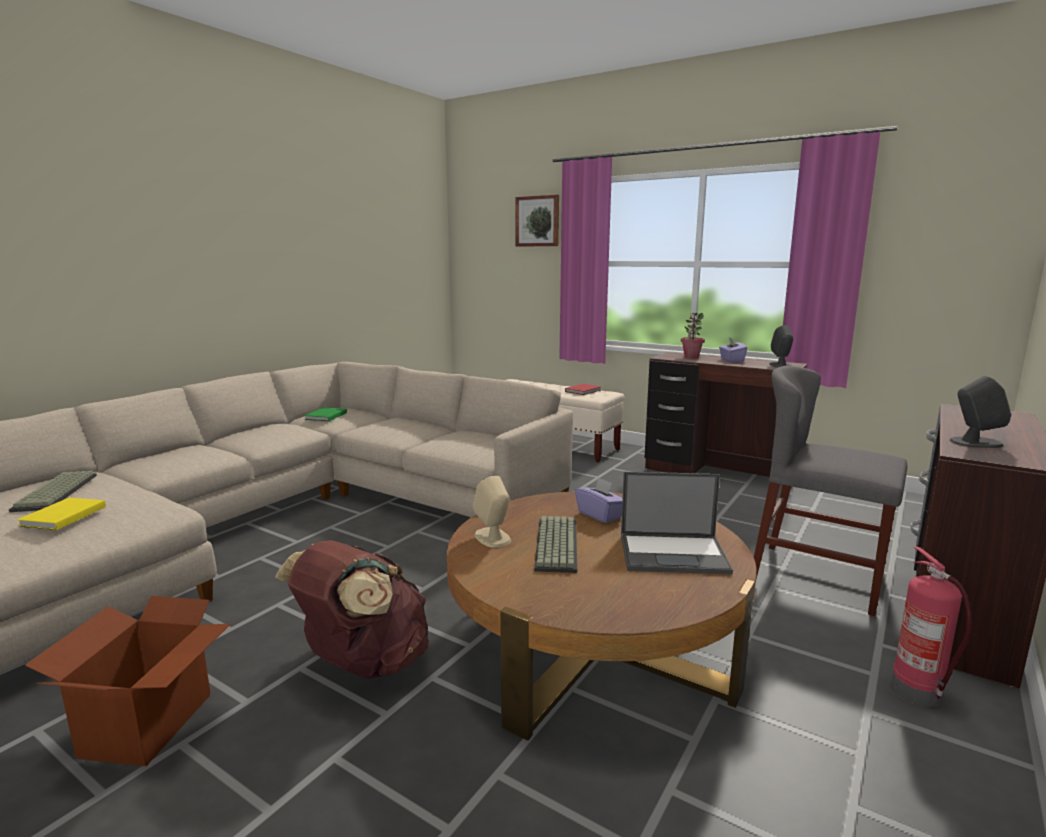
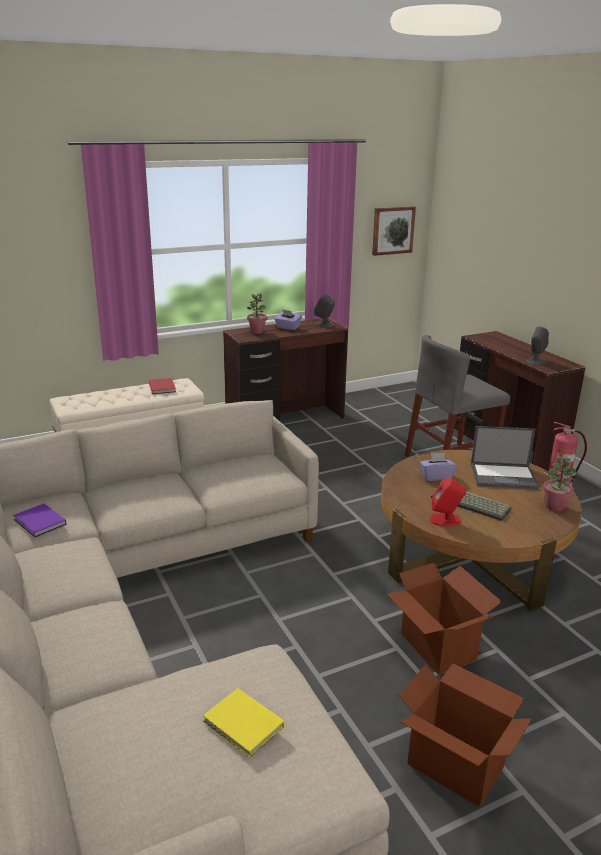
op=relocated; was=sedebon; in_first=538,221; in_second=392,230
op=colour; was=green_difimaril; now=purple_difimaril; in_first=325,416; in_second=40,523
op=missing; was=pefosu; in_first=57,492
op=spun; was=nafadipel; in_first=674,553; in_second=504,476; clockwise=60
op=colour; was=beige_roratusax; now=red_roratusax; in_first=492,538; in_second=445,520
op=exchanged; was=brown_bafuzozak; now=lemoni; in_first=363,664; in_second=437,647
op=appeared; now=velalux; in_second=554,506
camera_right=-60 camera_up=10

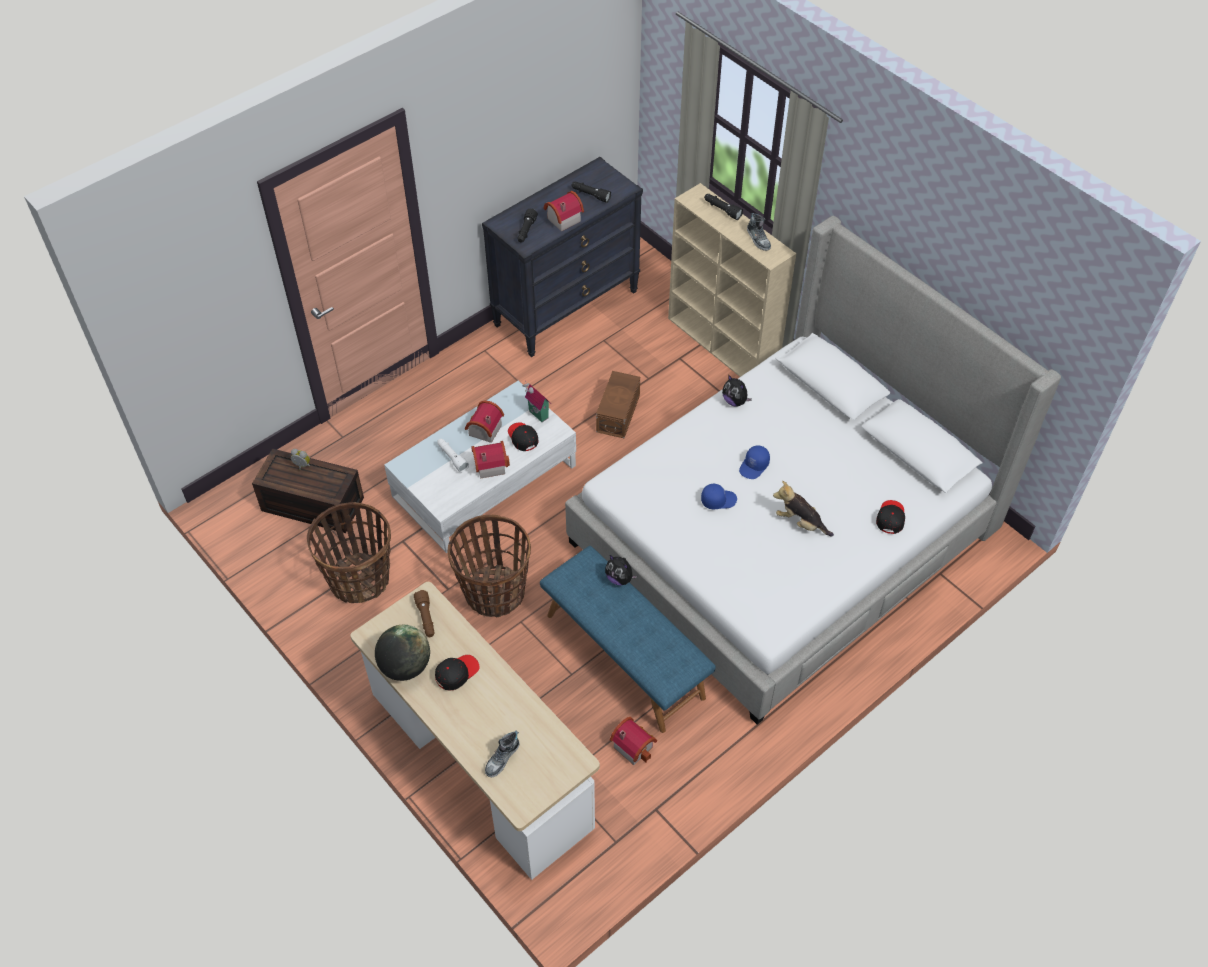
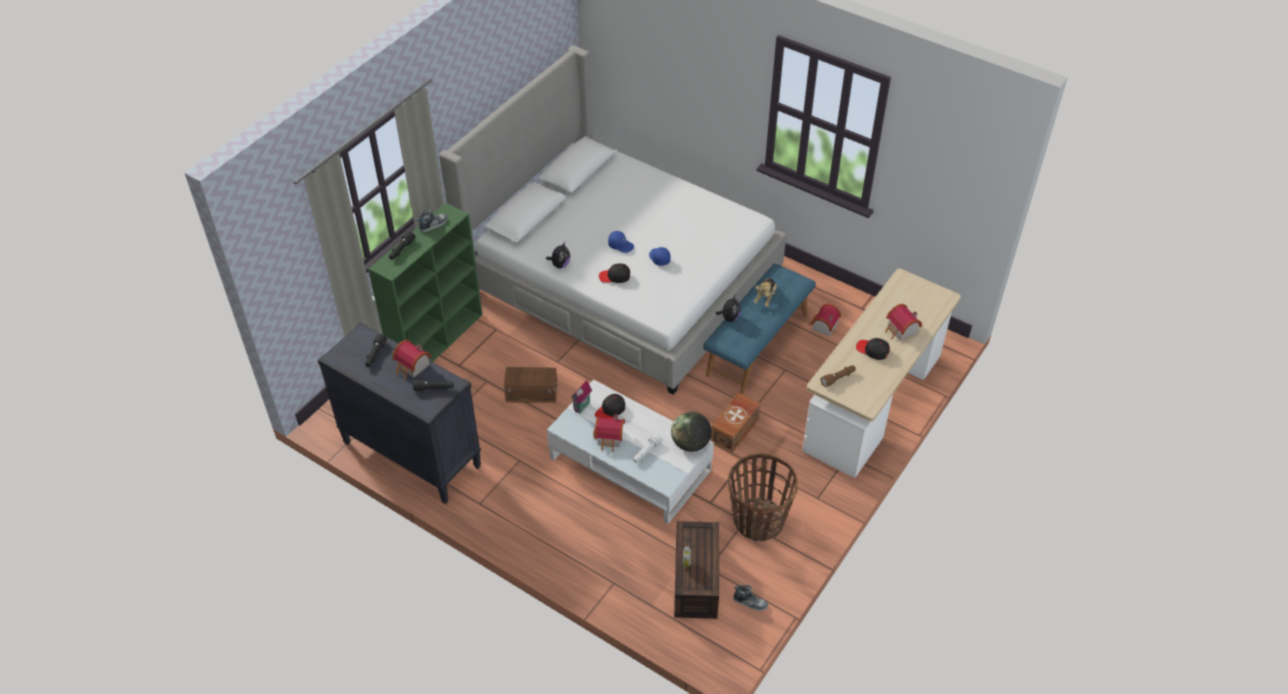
op=colour; was=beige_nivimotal; now=green_nivimotal; in_first=723,345; in_second=438,340
op=relocated; was=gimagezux; in_first=489,465; in_second=901,331
op=relocated; was=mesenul; in_first=800,522; in_second=765,297
op=relocated; was=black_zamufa; in_first=890,518; in_second=615,277
op=exchanged; was=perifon; now=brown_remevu; in_first=494,592; in_second=735,430
op=relocated; was=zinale; in_first=405,666; in_second=690,444
op=relocated; was=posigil; in_first=502,758; in_second=750,602
camera_right=-105 camera_up=-5

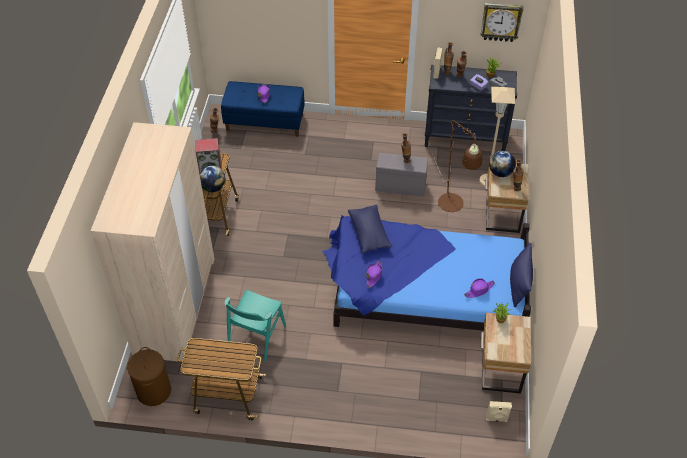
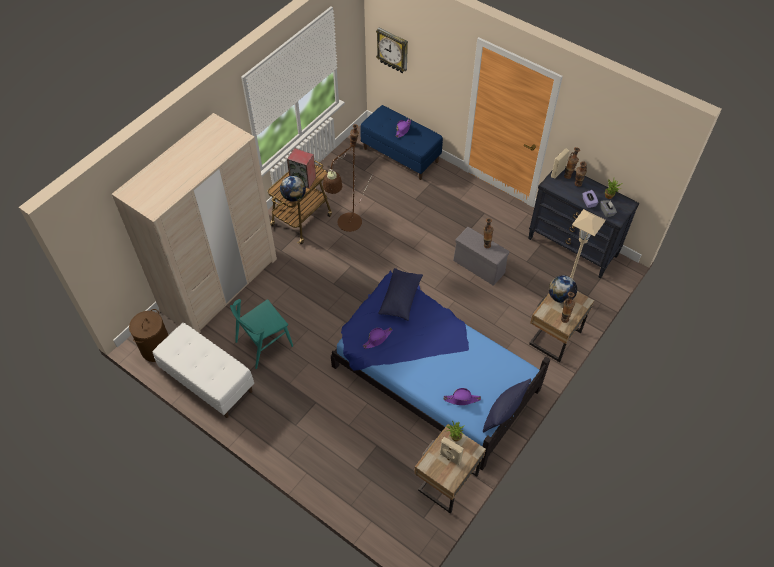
op=relocated; was=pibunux; in_first=501,21; in_second=393,50
op=relocated; was=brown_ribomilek; in_first=452,207; in_second=347,227
op=exchanged; was=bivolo; now=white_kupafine; in_first=227,395; in_second=207,381
op=relocated; was=beige_roratusax; in_first=496,419; in_second=449,458
camera_right=30 camera_up=5

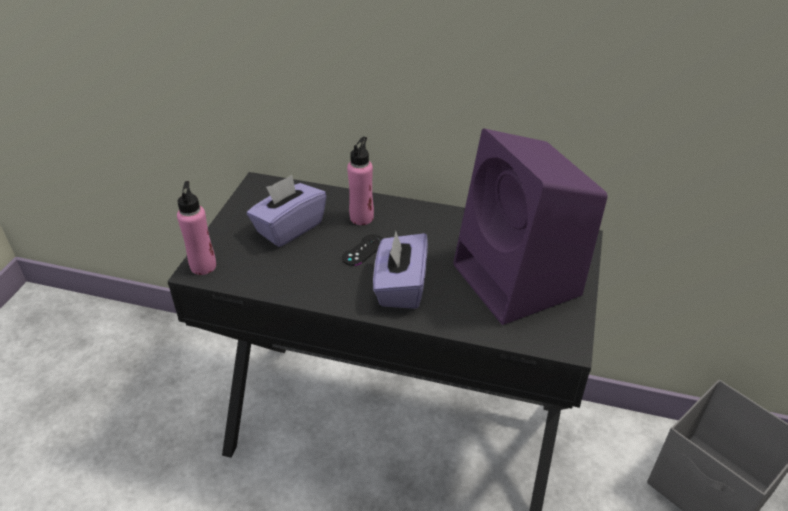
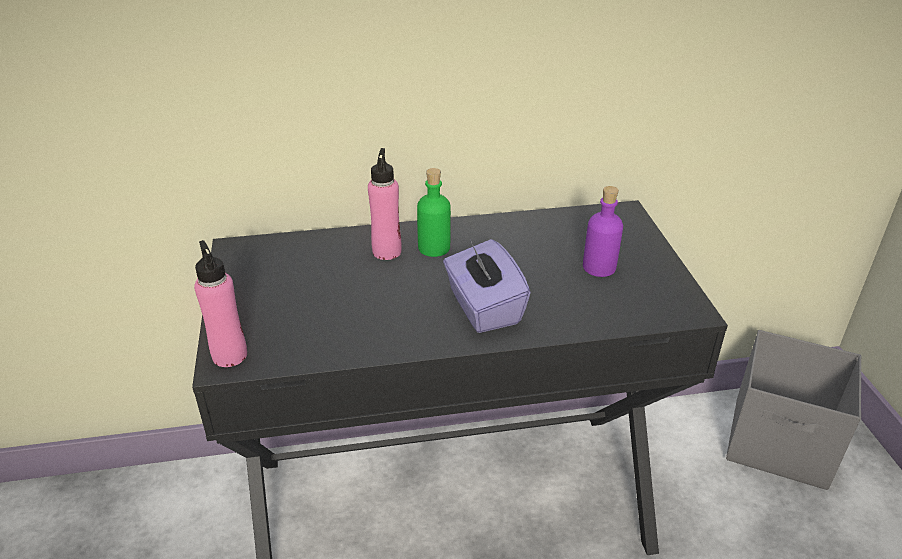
op=exchanged; was=purple_roratusax; now=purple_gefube; in_first=519,281; in_second=599,267
op=missing; was=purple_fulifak; in_first=289,228
op=missing; was=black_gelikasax; in_first=363,250
op=appeared; now=green_gefube; in_second=434,247
camera_right=-25 camera_up=-5

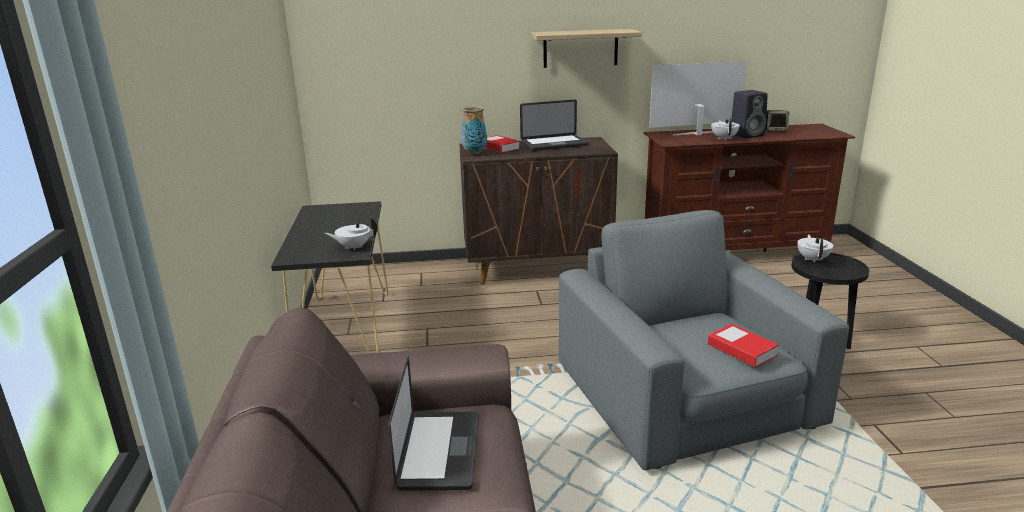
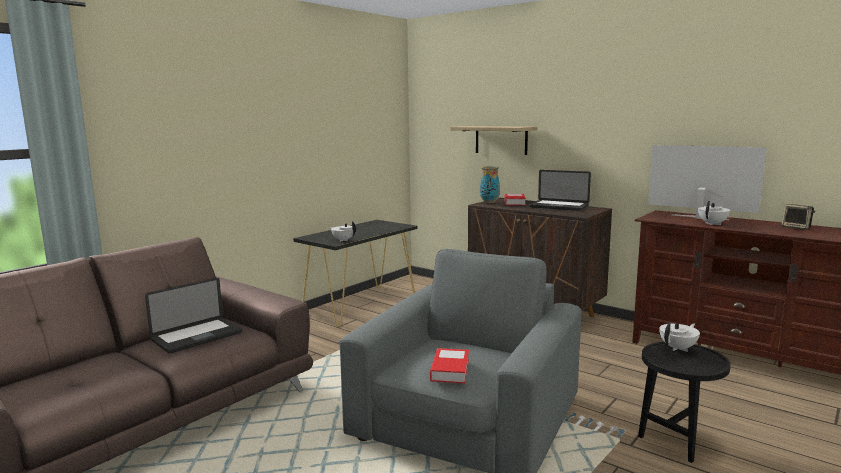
op=relocated; was=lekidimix; in_first=580,48; in_second=501,140
op=missing; was=black_roratusax; in_first=747,135
camera_right=45 camera_up=-10

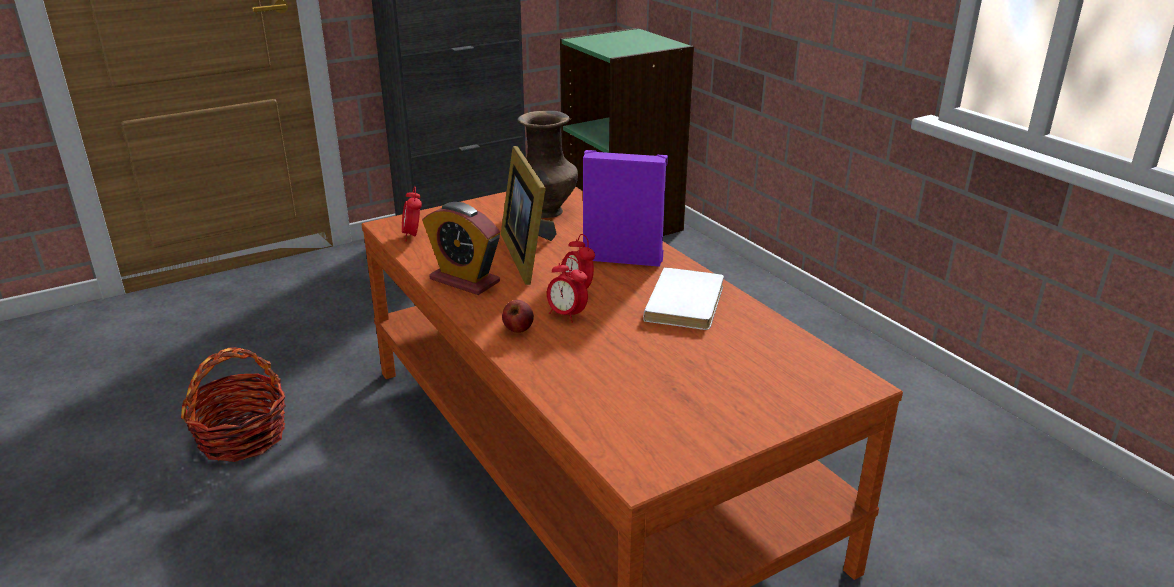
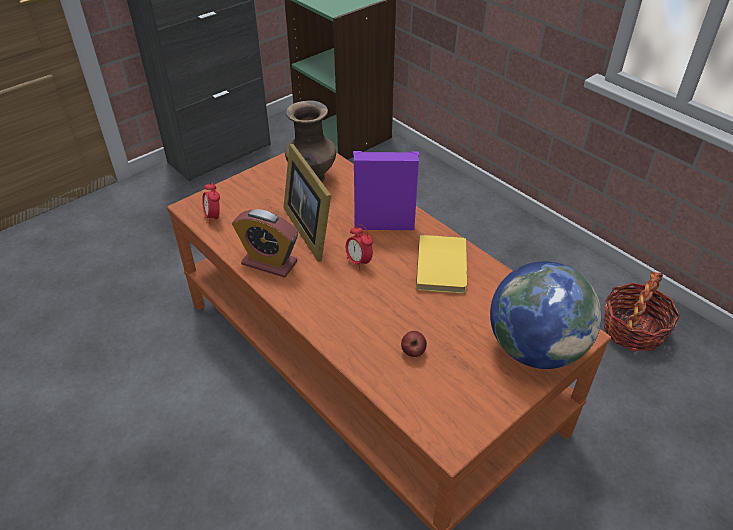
op=missing; was=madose; in_first=567,315
op=colour; was=white_difimaril; now=yellow_difimaril; in_first=688,302; in_second=444,266
op=relocated; was=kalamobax; in_first=518,330; in_second=413,352
op=relocated; was=perifon; in_first=242,437; in_second=633,329
op=appeared; now=zinale; in_second=535,348
camera_right=-10 camera_up=15

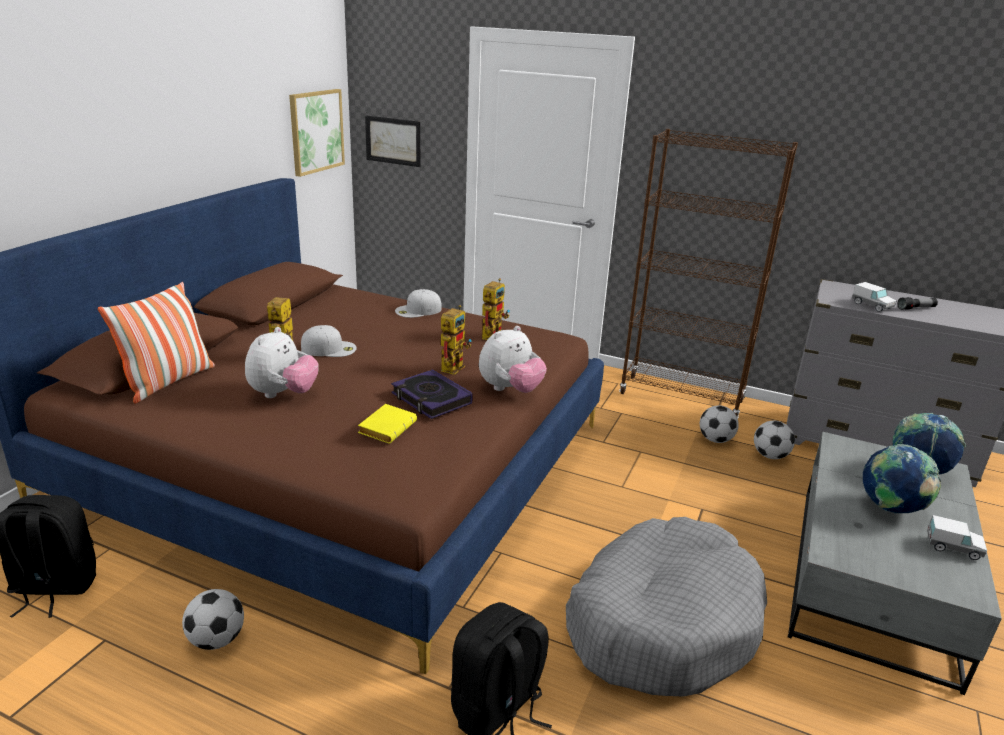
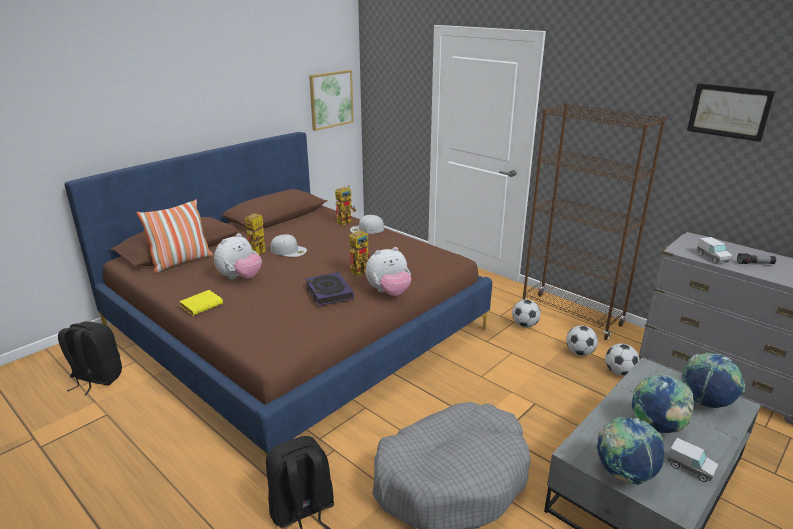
op=relocated; was=sedebon; in_first=393,141; in_second=729,111
op=relocated; was=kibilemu; in_first=492,334; in_second=346,221
op=relocated; was=yellow_difimaril; in_first=387,427; in_second=202,305
op=relocated; was=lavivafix; in_first=217,640; in_second=524,325
op=appeared; now=zinale; in_second=623,474
camera_right=20 camera_up=0

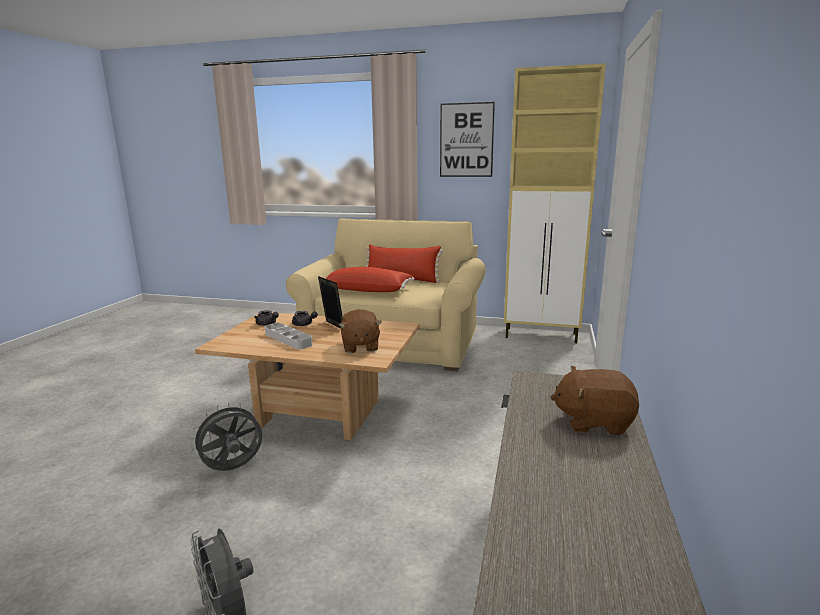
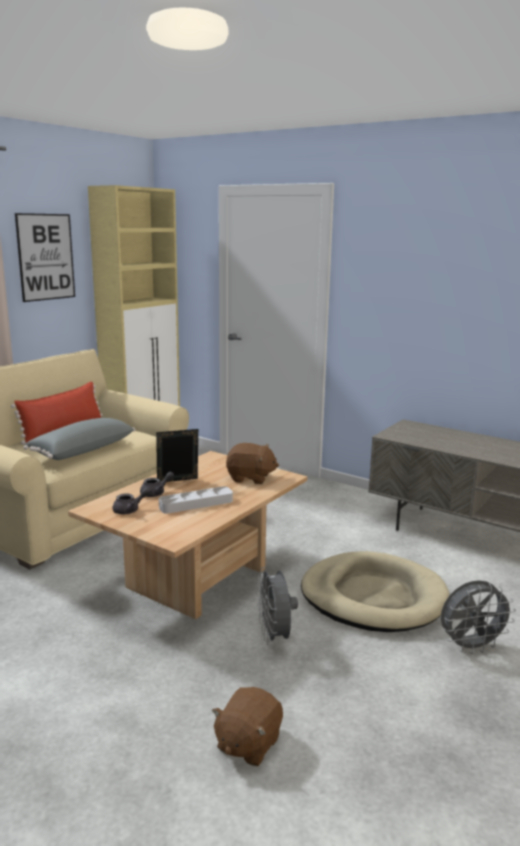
op=colour; was=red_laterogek; now=grey_laterogek; in_first=369,290; in_second=81,450
op=relocated; was=brown_mesenul; in_first=593,422; in_second=247,744
op=appeared; now=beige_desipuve; in_second=373,597
camera_right=-70 camera_up=0

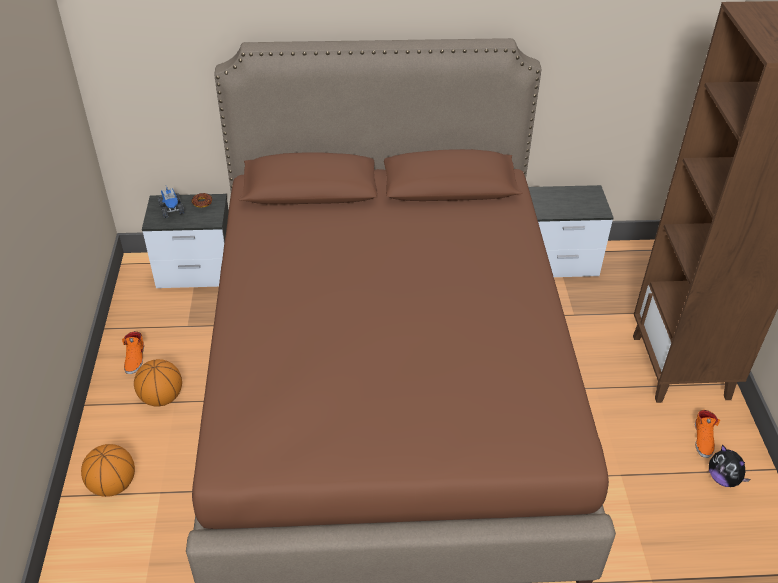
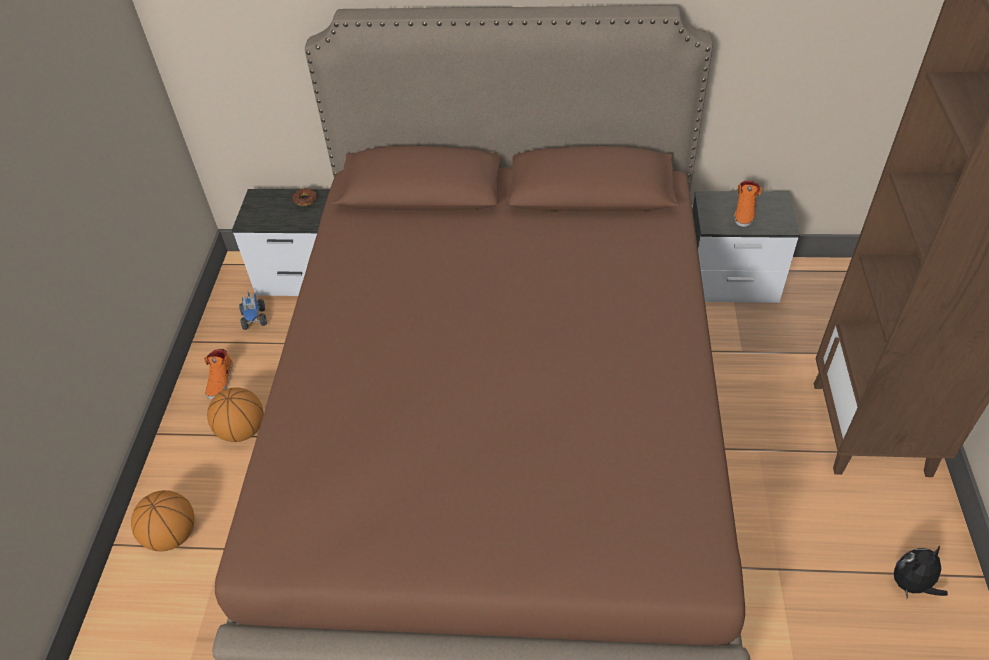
op=relocated; was=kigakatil; in_first=172,210; in_second=255,319
op=relocated; was=orange_posigil; in_first=703,439; in_second=745,212
op=spun; was=mesenul; in_first=723,478; in_second=912,584; clockwise=90
camera_right=10 camera_up=5

